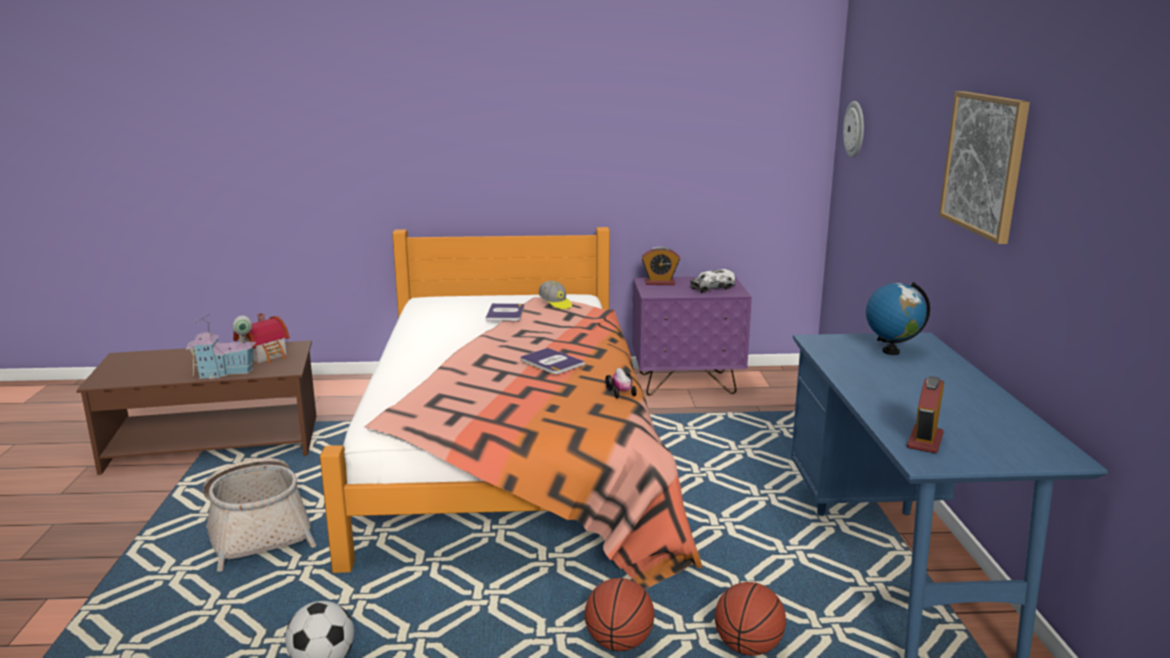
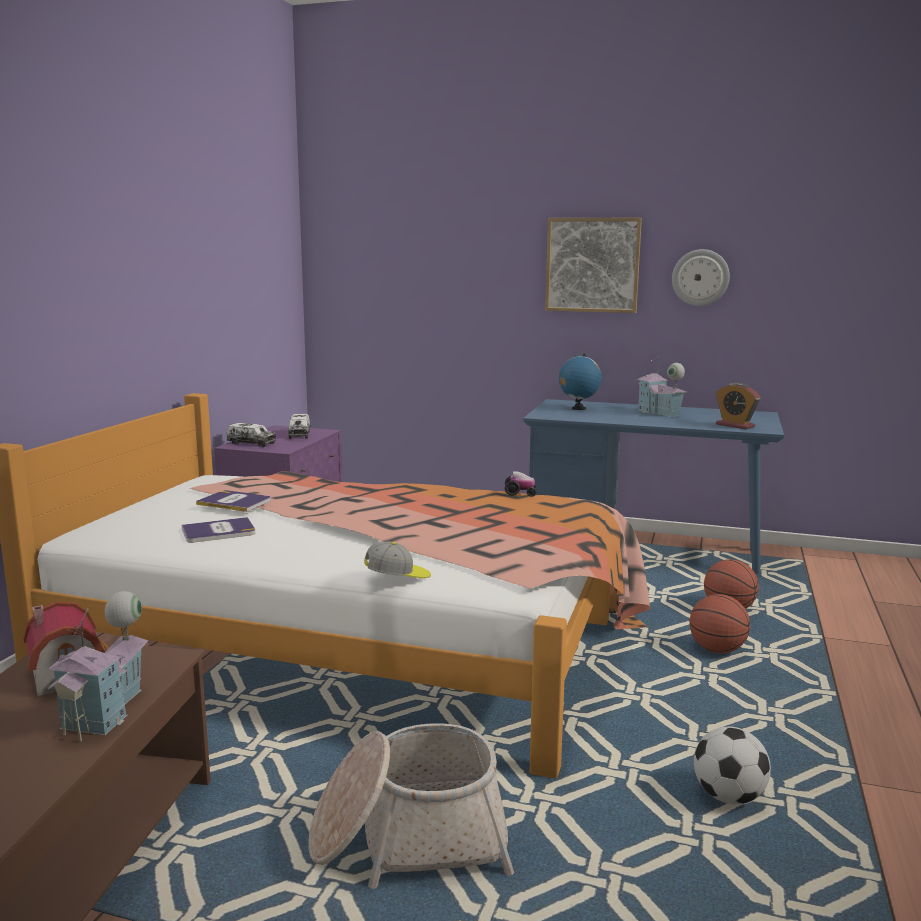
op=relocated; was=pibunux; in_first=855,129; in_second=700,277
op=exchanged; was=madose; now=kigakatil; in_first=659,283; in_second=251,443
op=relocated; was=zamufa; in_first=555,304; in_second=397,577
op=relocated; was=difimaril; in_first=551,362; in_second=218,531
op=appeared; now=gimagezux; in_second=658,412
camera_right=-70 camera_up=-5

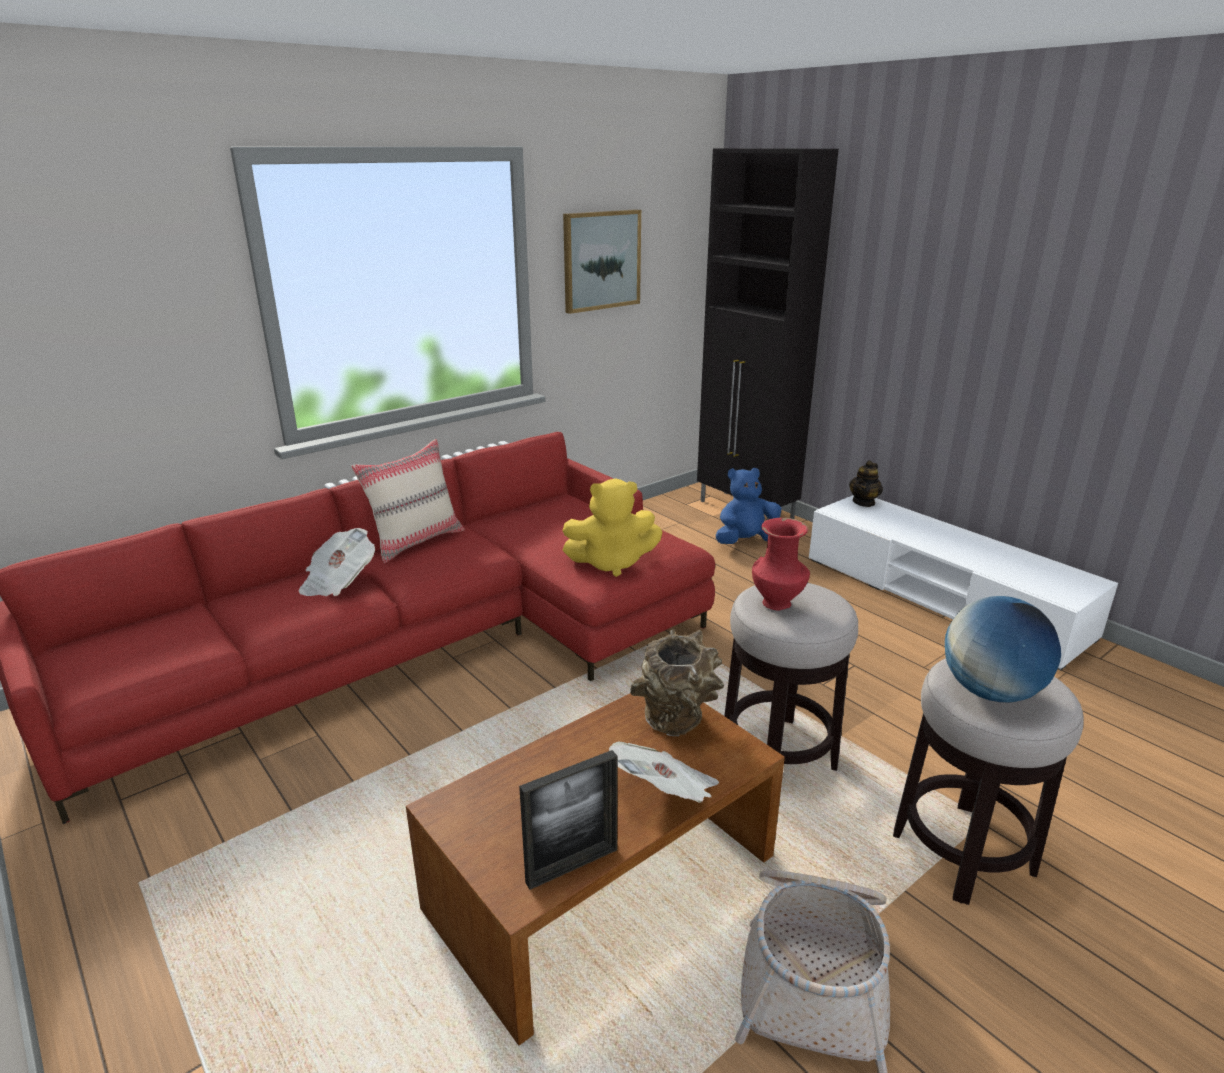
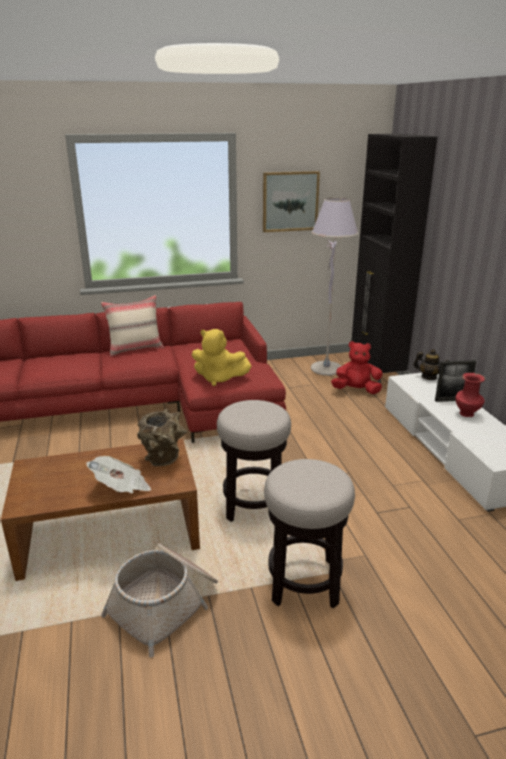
op=spun; was=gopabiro; in_first=864,502; in_second=429,377; clockwise=-120
op=colour; was=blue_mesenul; now=red_mesenul; in_first=746,542; in_second=356,390
op=relocated; was=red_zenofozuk; in_first=778,604; in_second=467,414
op=missing; was=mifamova; in_first=338,582
op=missing; was=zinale; in_first=990,692
op=relocated; was=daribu; in_first=572,866; in_second=451,400
op=appeared; now=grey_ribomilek; in_second=326,369
camera_right=25 camera_up=0

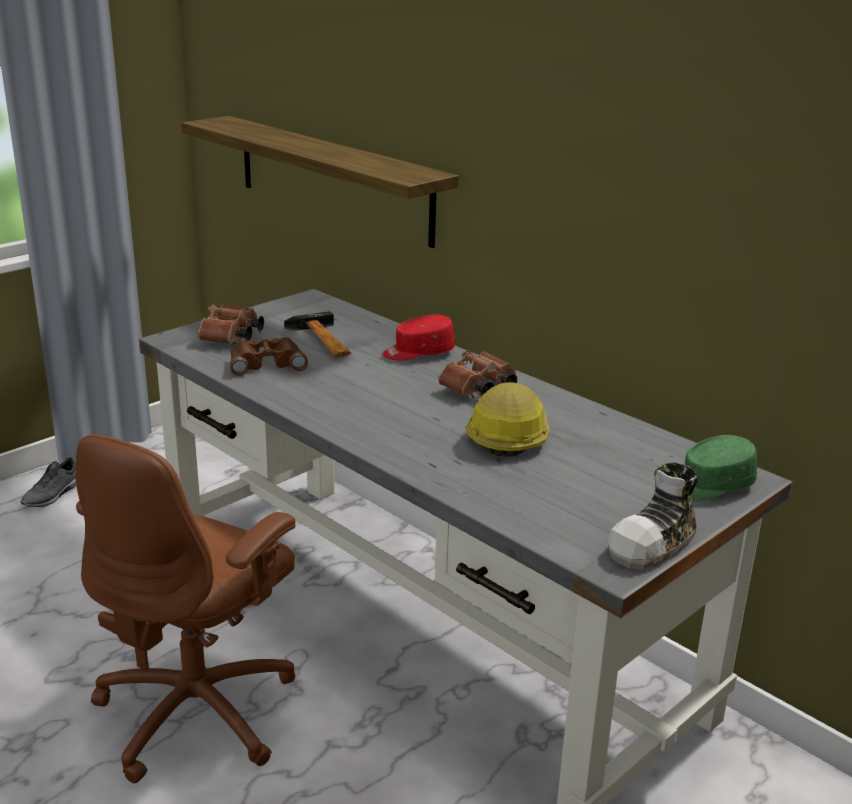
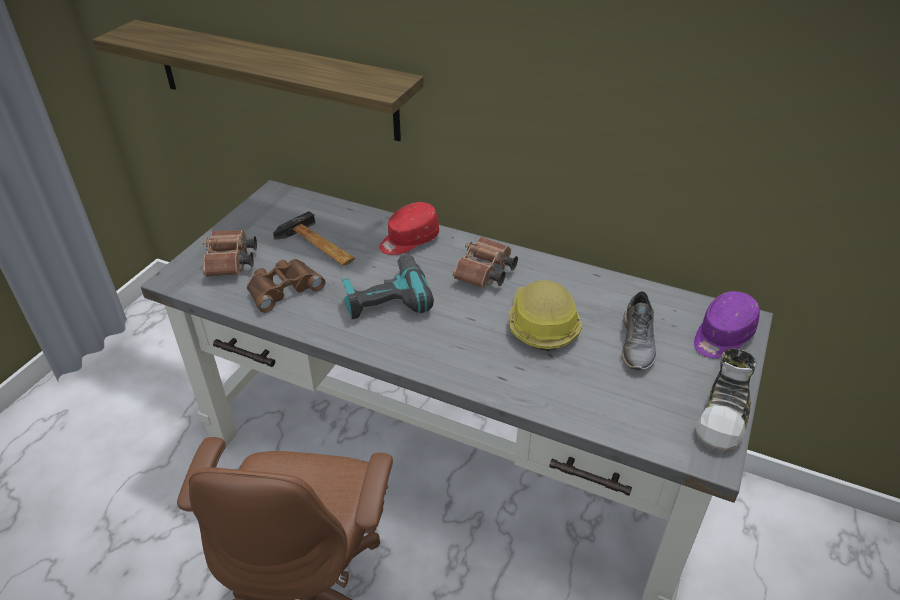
op=colour; was=green_zamufa; now=purple_zamufa; in_first=710,485; in_second=722,336
op=relocated; was=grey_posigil; in_first=53,495; in_second=638,343
op=appeared; now=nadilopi; in_second=386,296
camera_right=-20 camera_up=15

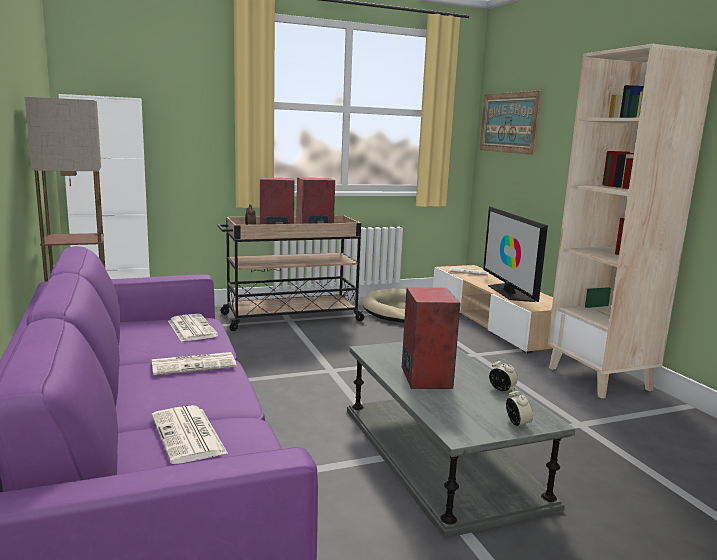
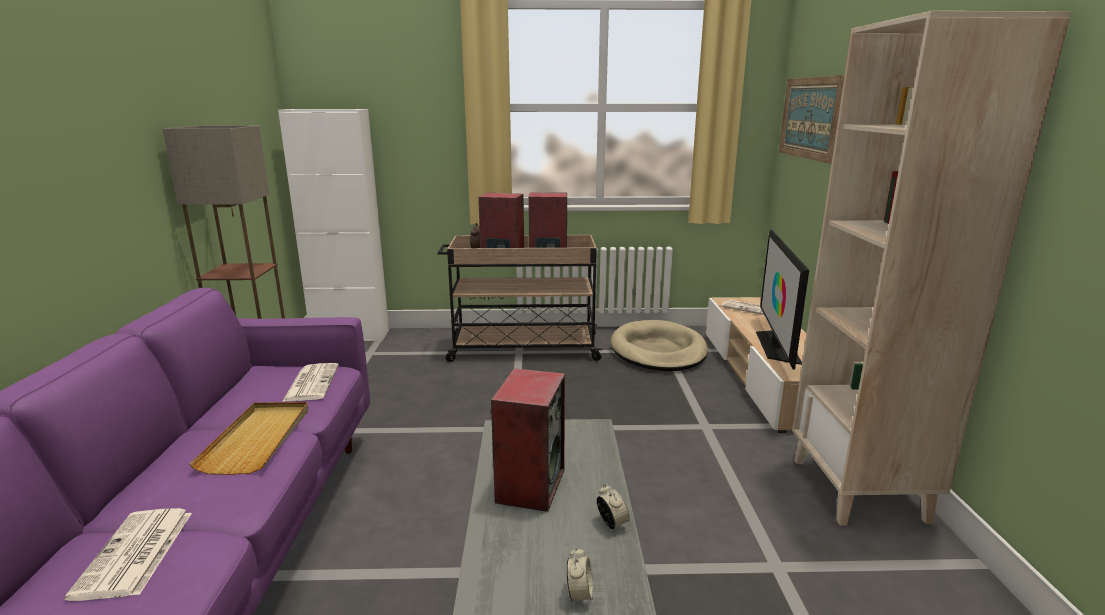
op=exchanged; was=mifamova; now=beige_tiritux; in_first=195,364; in_second=258,439
camera_right=20 camera_up=5

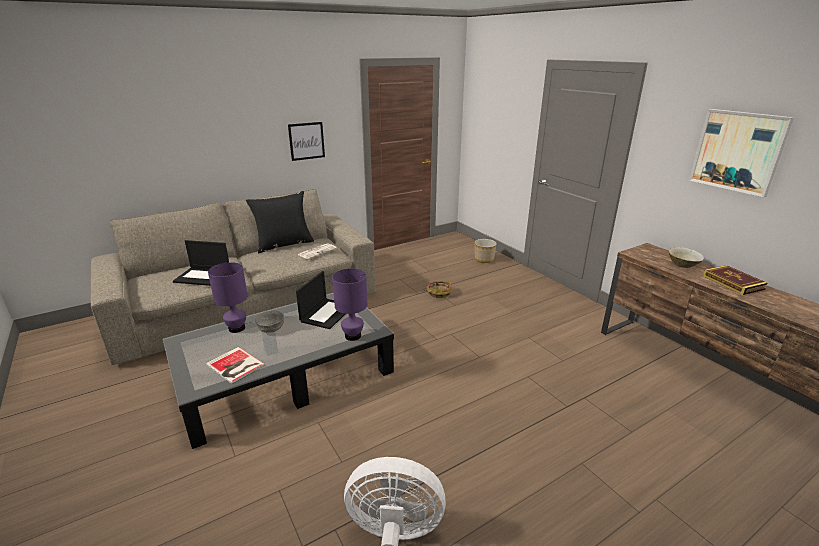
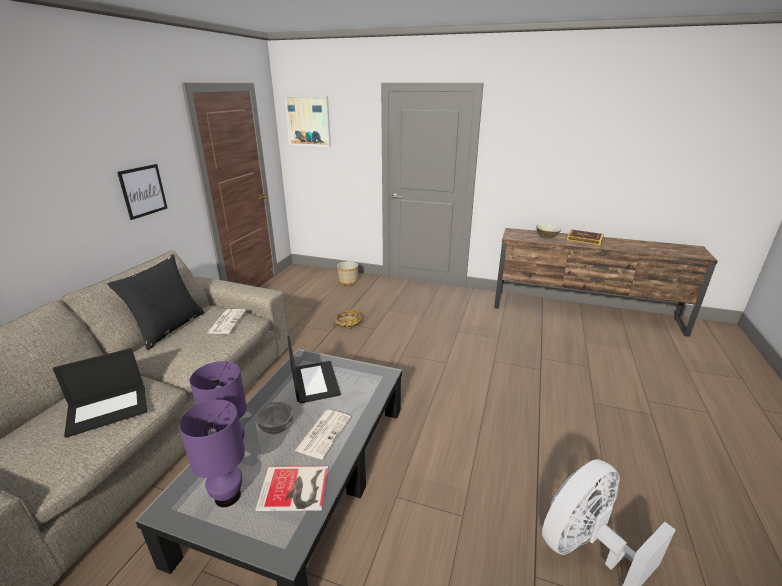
op=relocated; was=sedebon; in_first=737,151; in_second=308,121
op=relocated; was=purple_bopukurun; in_first=352,336; in_second=227,496
op=appeared; now=mifamova; in_second=324,433
camera_right=-40 camera_up=0

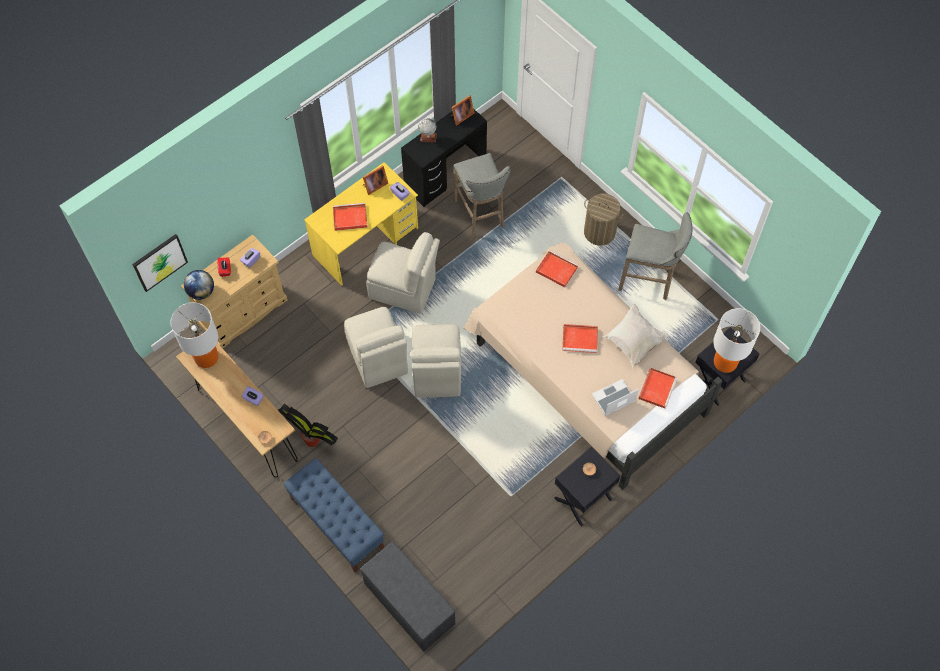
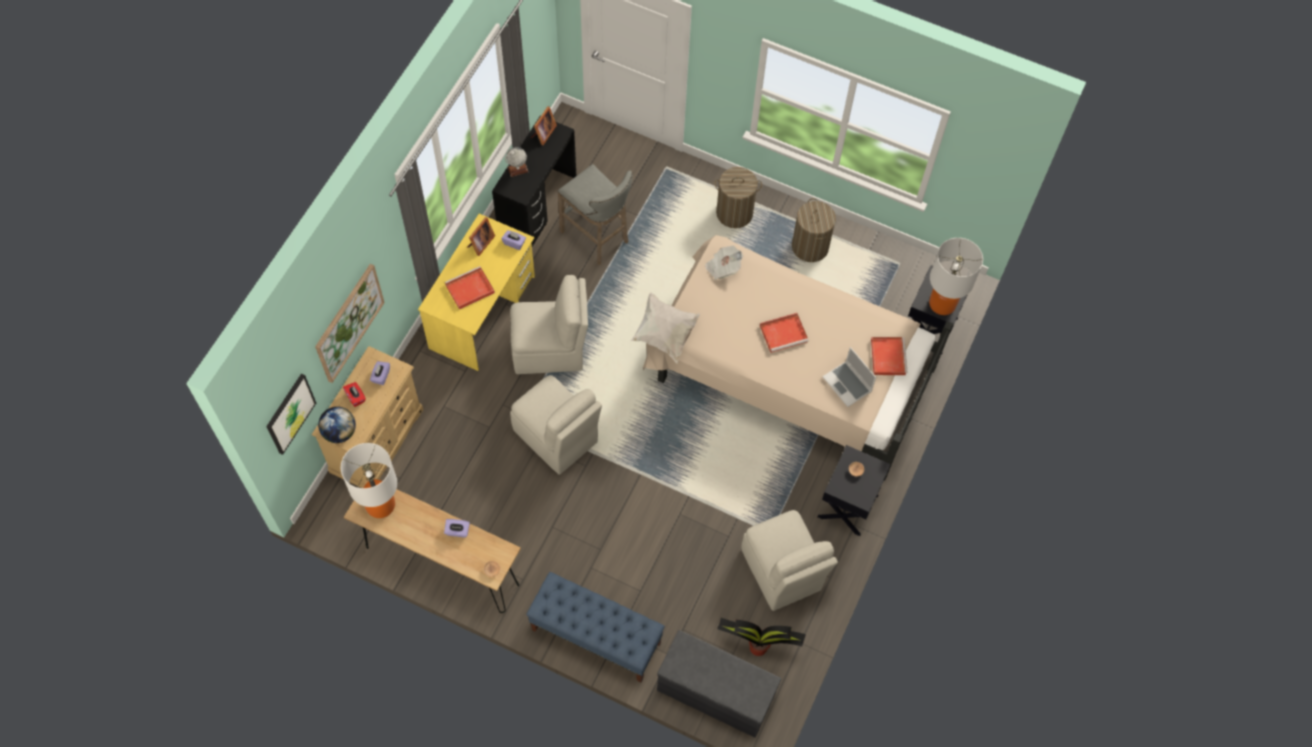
op=exchanged; was=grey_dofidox; now=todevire; in_first=649,280; in_second=810,246
op=exchanged; was=red_tiritux; now=mifamova; in_first=555,269; in_second=723,267
op=relocated; was=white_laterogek; in_first=633,342; in_second=664,334
op=relocated; was=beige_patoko; in_first=437,372; in_second=782,572
op=spun; was=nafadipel; in_first=613,399; in_second=848,384; clockwise=-75
op=relocated; was=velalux; in_first=311,439; in_second=757,647
op=appeared; now=sedebon; in_second=348,322
camera_right=-25 camera_up=0

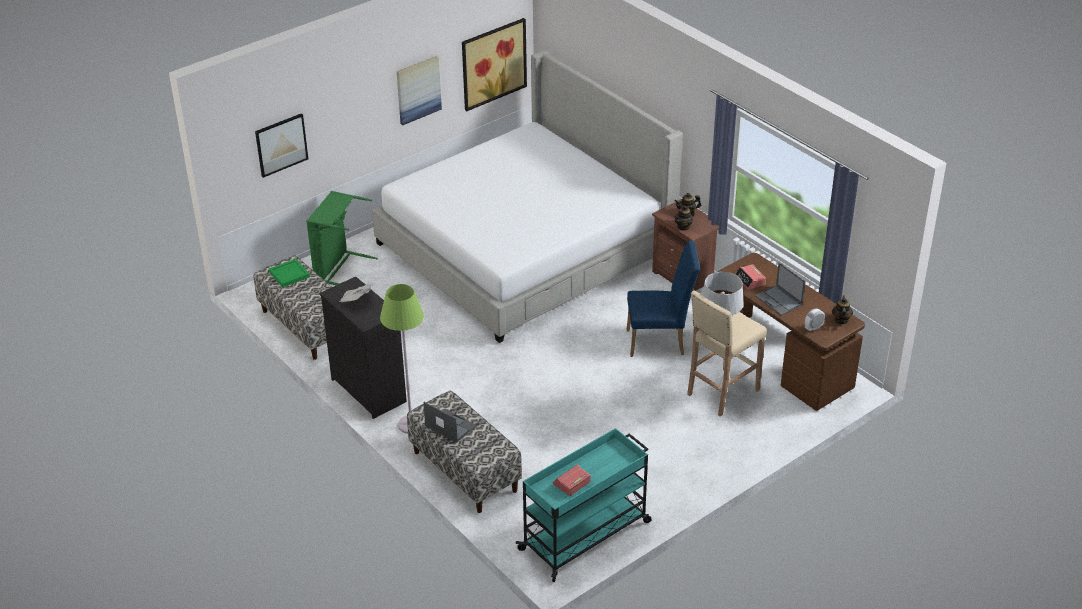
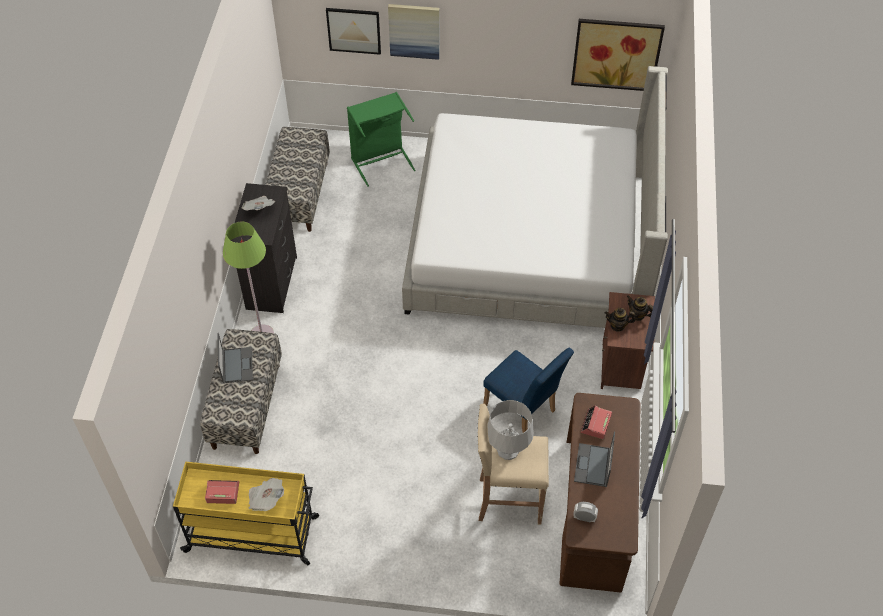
op=relocated; was=sedebon; in_first=418,90; in_second=414,30
op=missing; was=green_tiritux; in_first=290,274
op=missing; was=gopabiro; in_first=841,320
op=colour; was=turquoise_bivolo; now=yellow_bivolo; in_first=586,535; in_second=254,534
op=appeared; now=mifamova; in_second=266,499
camera_right=45 camera_up=15

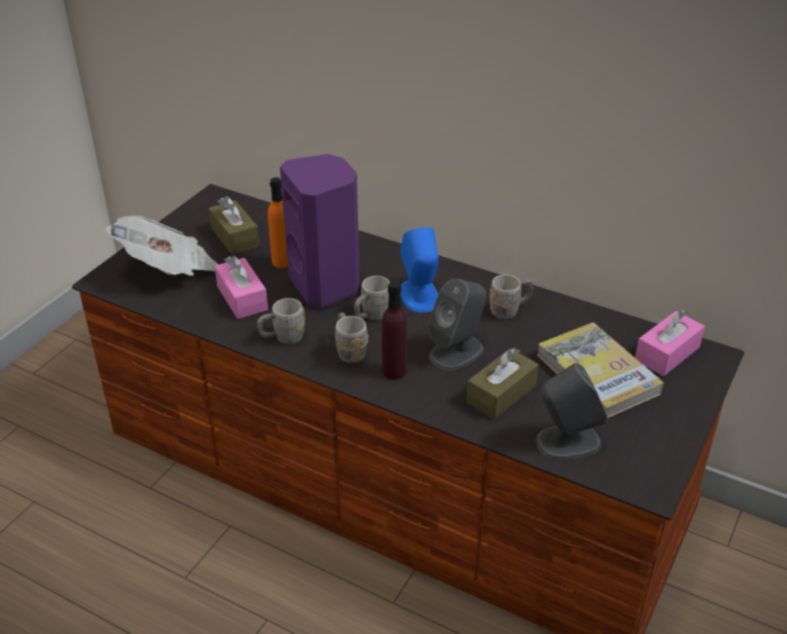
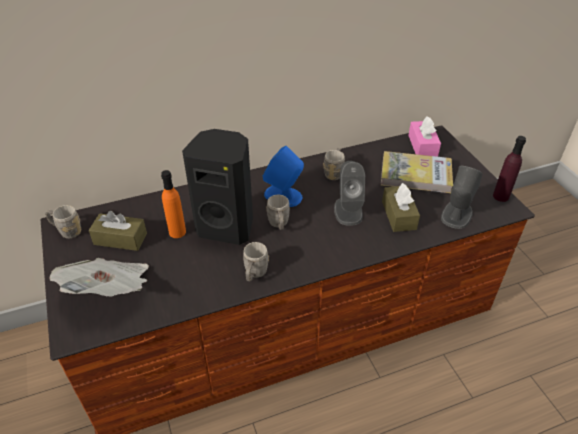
op=colour; was=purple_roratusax; now=black_roratusax; in_first=326,286; in_second=227,227
op=missing; was=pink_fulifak; in_first=242,298
op=relocated; was=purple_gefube; in_first=394,371; in_second=501,196
op=relocated; was=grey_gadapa; in_first=349,350; in_second=67,231
camera_right=-50 camera_up=5

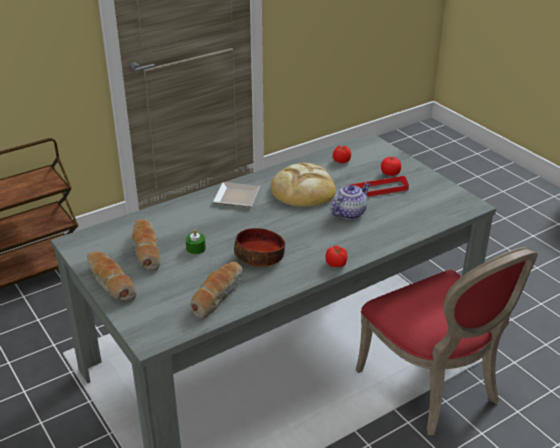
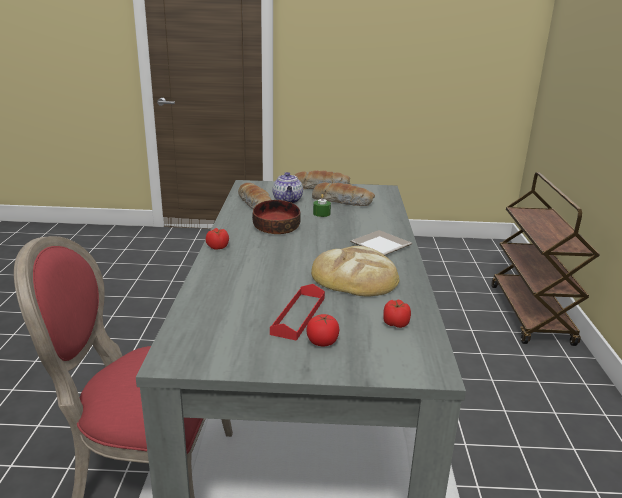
op=relocated; was=gopabiro; in_first=349,212; in_second=288,201
camera_right=125 camera_up=-10

